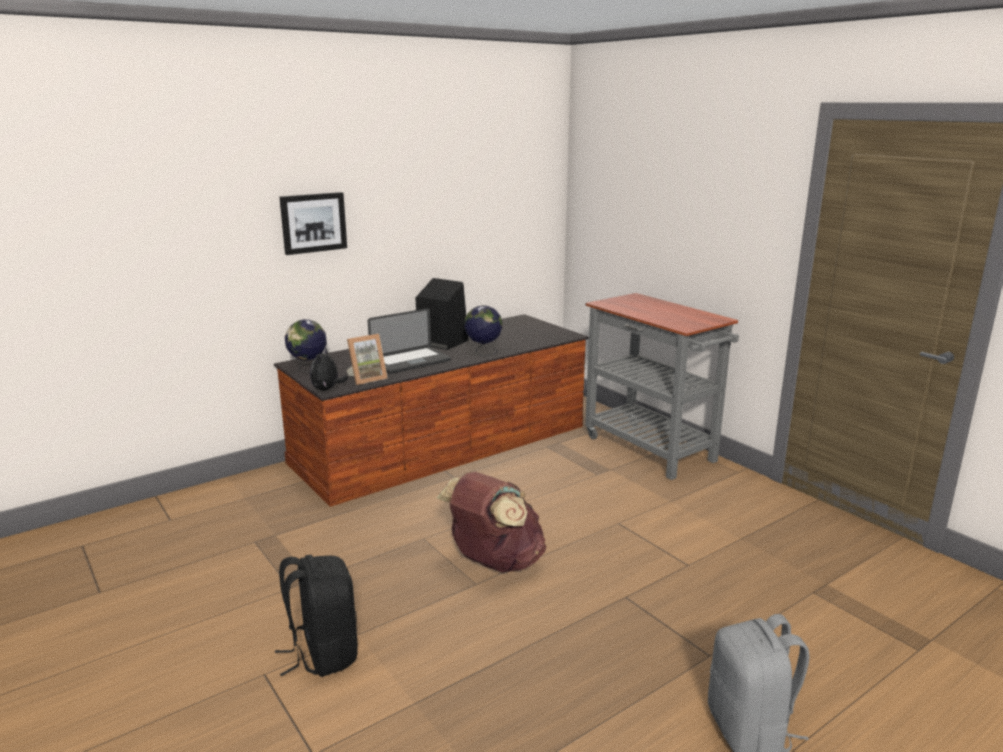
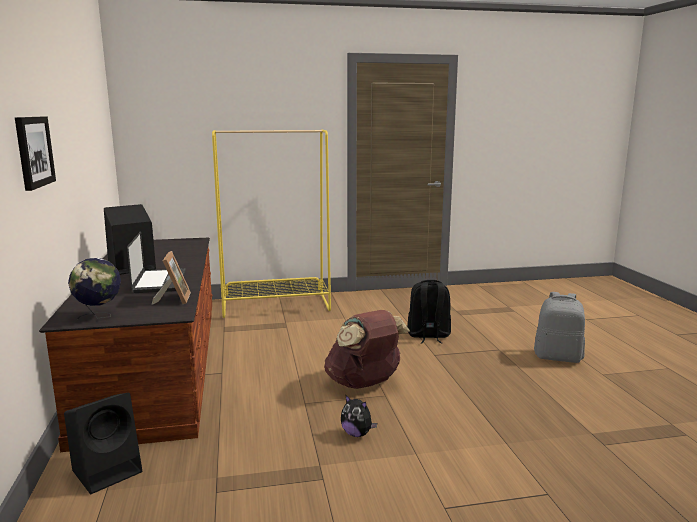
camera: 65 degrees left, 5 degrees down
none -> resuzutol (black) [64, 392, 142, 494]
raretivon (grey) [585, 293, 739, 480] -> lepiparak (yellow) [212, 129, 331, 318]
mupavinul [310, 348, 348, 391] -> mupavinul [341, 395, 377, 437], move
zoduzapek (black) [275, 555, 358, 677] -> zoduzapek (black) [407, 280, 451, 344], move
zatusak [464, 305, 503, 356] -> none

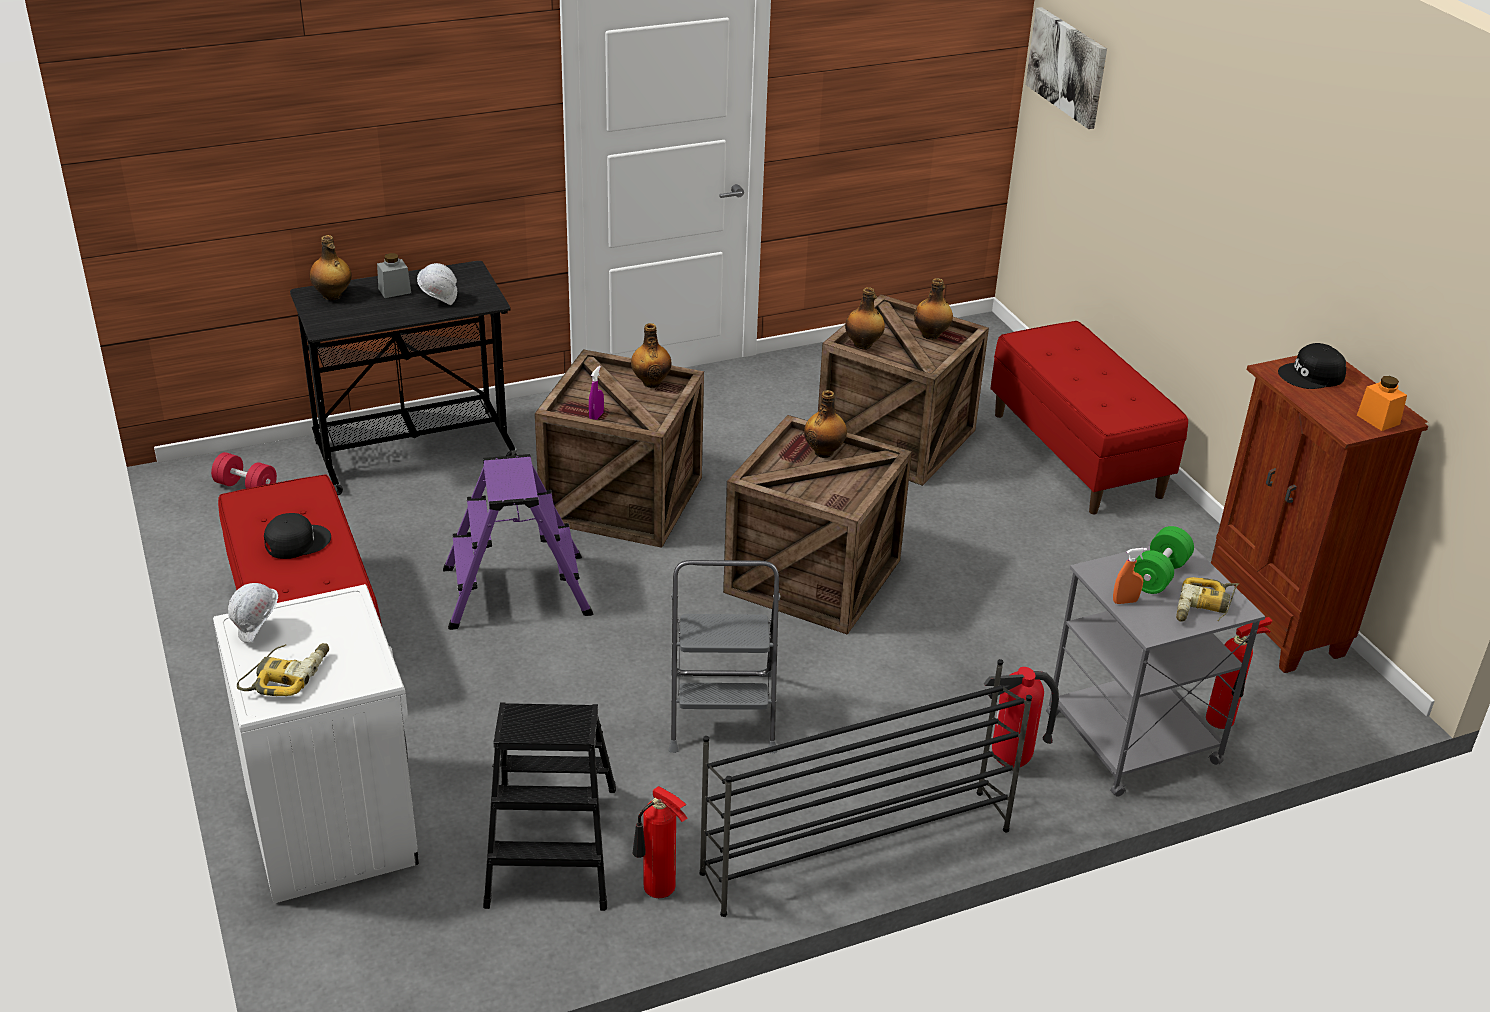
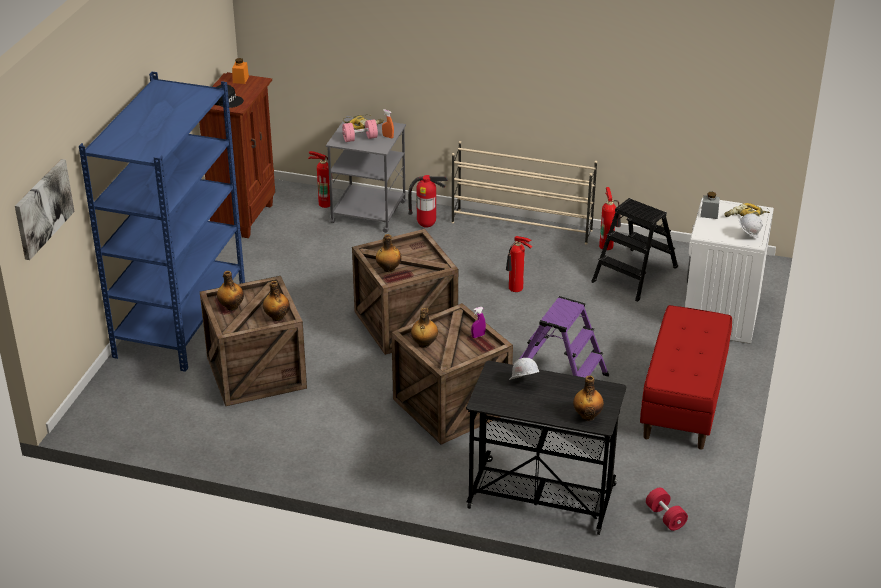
camera: 140 degrees left, 0 degrees up
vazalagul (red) [990, 321, 1188, 514] -> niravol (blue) [79, 72, 245, 372]
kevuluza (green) [1134, 526, 1194, 594] -> kevuluza (pink) [342, 119, 378, 142]
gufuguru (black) [699, 659, 1032, 917] -> gufuguru (beige) [451, 141, 597, 244]
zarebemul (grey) [668, 560, 780, 753] -> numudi [506, 236, 532, 292]
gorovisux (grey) [377, 253, 411, 298] -> gorovisux (grey) [700, 192, 720, 219], move
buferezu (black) [264, 513, 331, 559] -> none

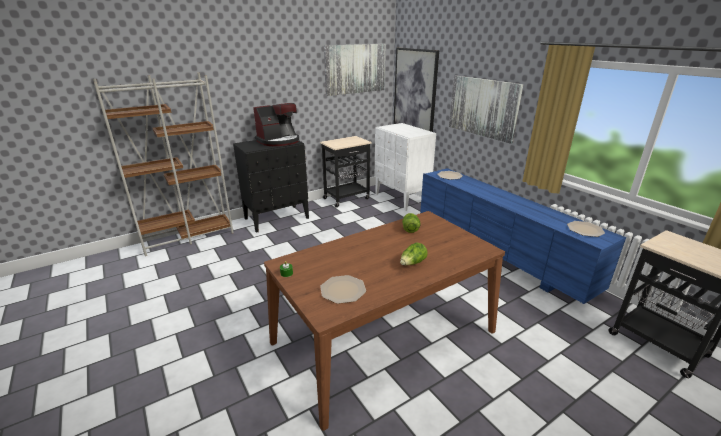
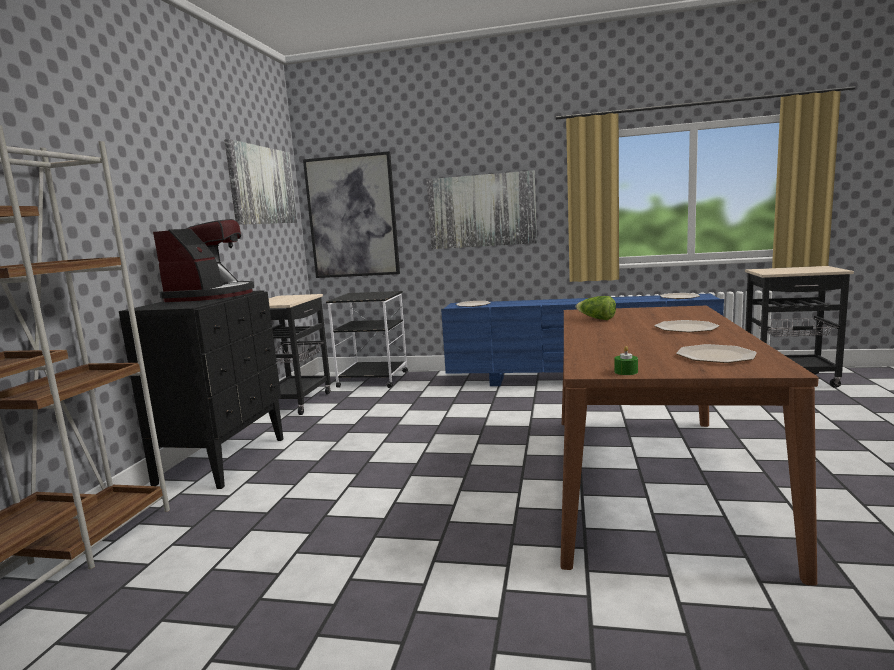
camera: 45 degrees left, 15 degrees down
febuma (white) [375, 123, 436, 211] -> raretivon (black) [326, 291, 408, 388]
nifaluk [400, 243, 428, 265] -> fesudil [655, 320, 719, 332]

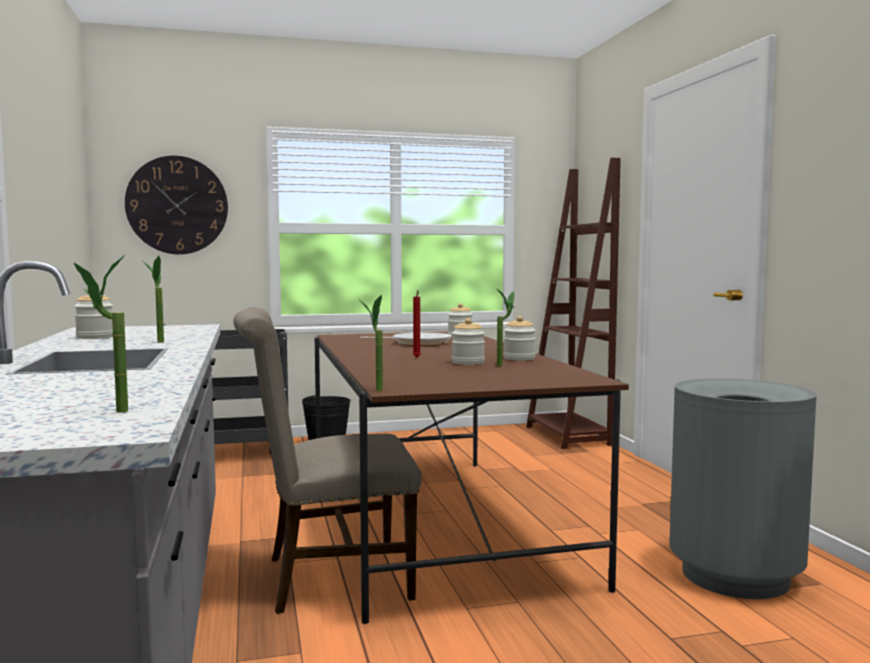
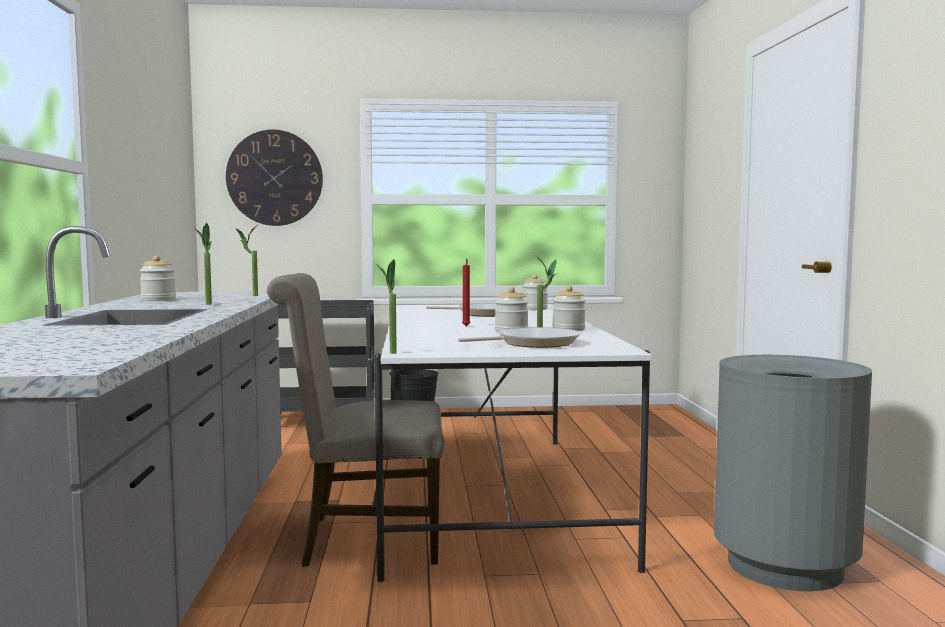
camera: 10 degrees right, 0 degrees up
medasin [74, 254, 128, 412] -> medasin [236, 226, 258, 296], move
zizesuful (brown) [315, 331, 629, 624] -> zizesuful (white) [375, 304, 652, 582]
none -> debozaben [458, 327, 581, 348]
niravol (brown) [526, 158, 621, 449] -> none

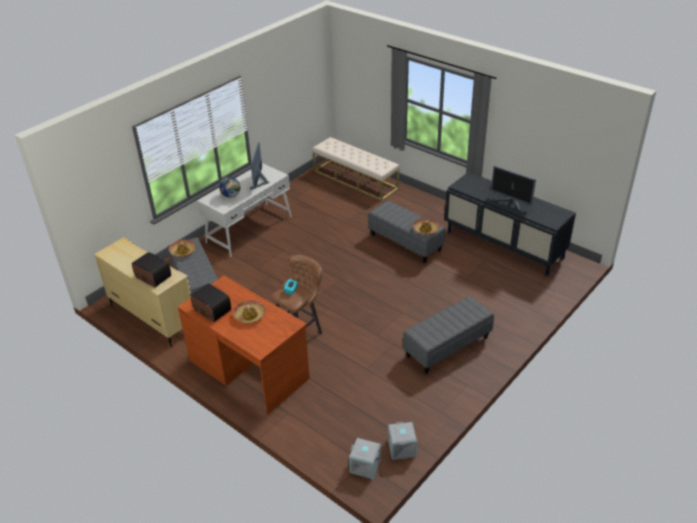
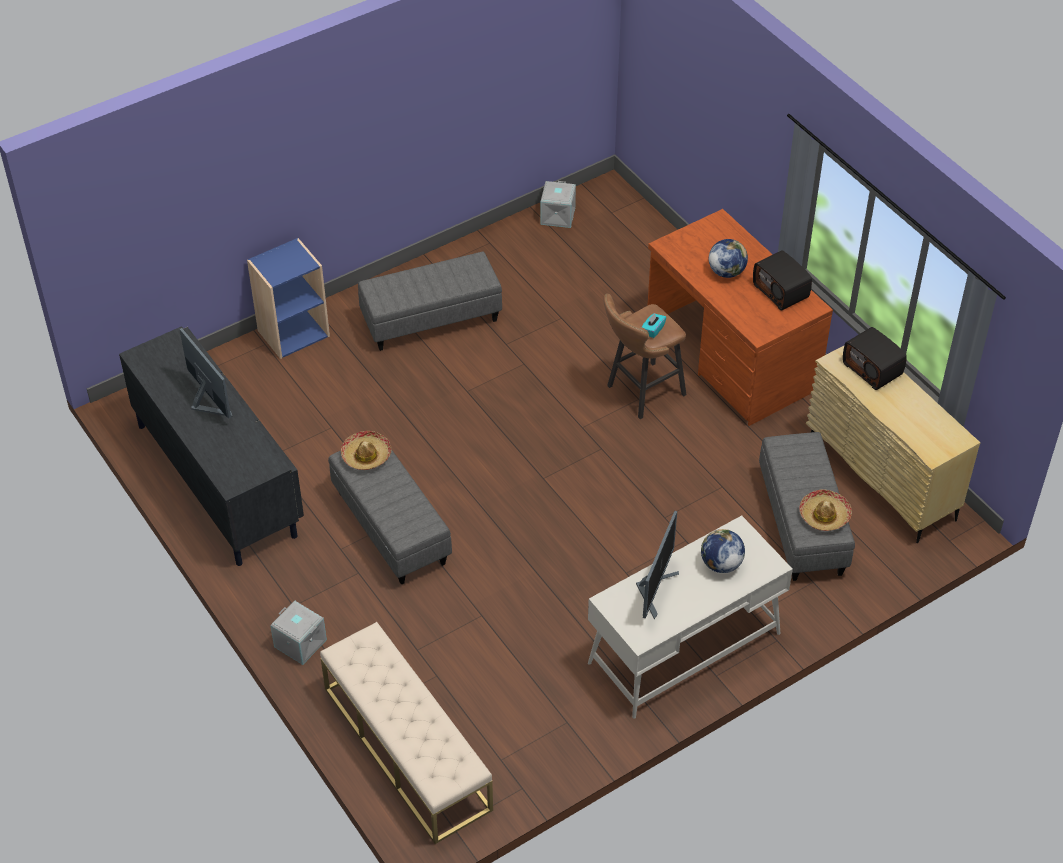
camera: 165 degrees left, 10 degrees up
none -> niravol (blue) [247, 238, 330, 359]
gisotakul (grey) [349, 438, 381, 479] -> gisotakul (grey) [270, 601, 327, 665], move
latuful [233, 300, 266, 323] -> zatusak [709, 239, 748, 278]

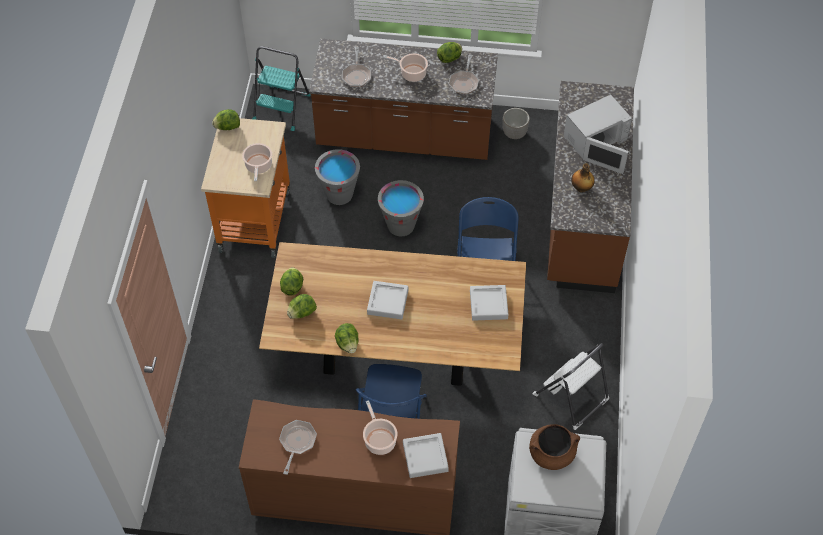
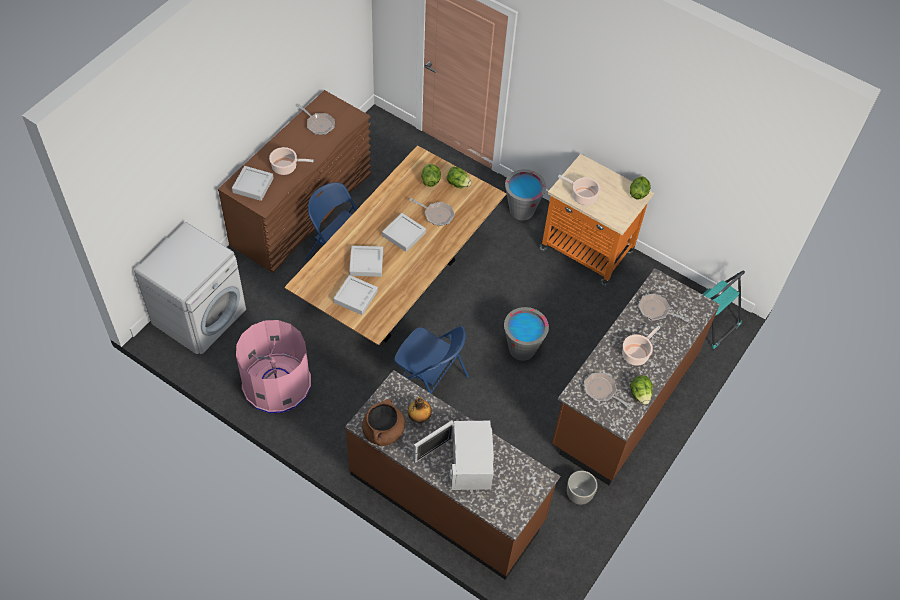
camera: 115 degrees right, 0 degrees up
zarebemul (white) [533, 343, 609, 430] -> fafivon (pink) [236, 320, 311, 413]
none -> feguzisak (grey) [349, 246, 383, 277]
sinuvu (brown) [529, 424, 580, 470] -> sinuvu (brown) [362, 399, 405, 446], move
none -> debozaben [409, 198, 455, 226]
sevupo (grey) [315, 149, 360, 205] -> sevupo (grey) [505, 169, 546, 220], move
nifaluk [335, 323, 359, 353] -> none

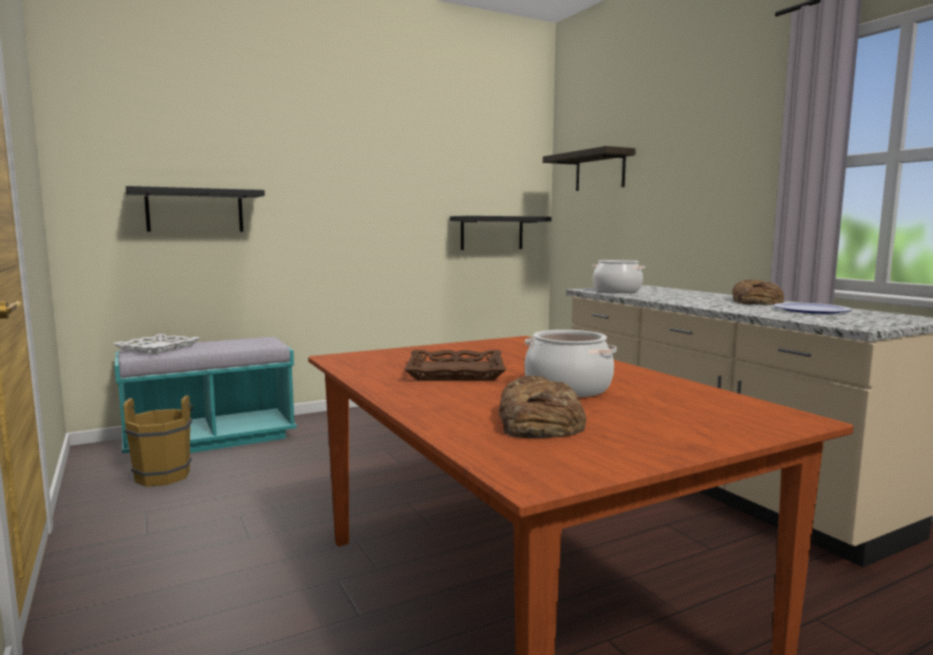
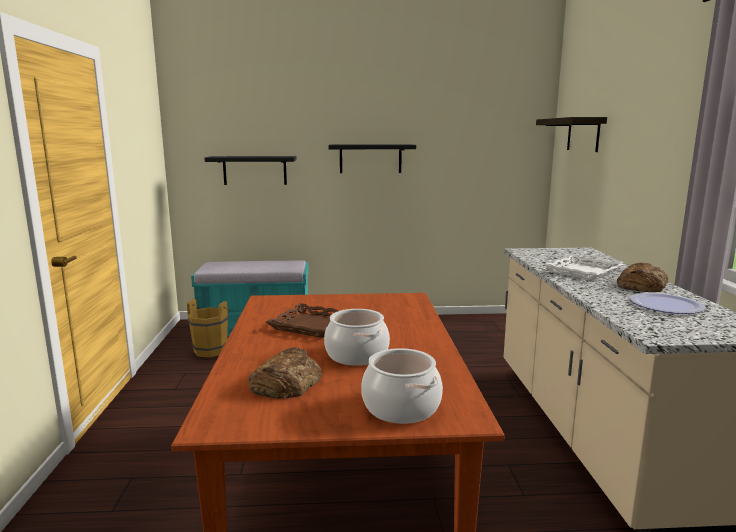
camera: 25 degrees right, 5 degrees up
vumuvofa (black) [450, 216, 552, 250] -> vumuvofa (black) [328, 144, 416, 173], move
sinuvu [592, 260, 645, 293] -> sinuvu [361, 348, 443, 424], move
feguzisak (white) [113, 334, 200, 354] -> feguzisak (white) [545, 255, 623, 280], move

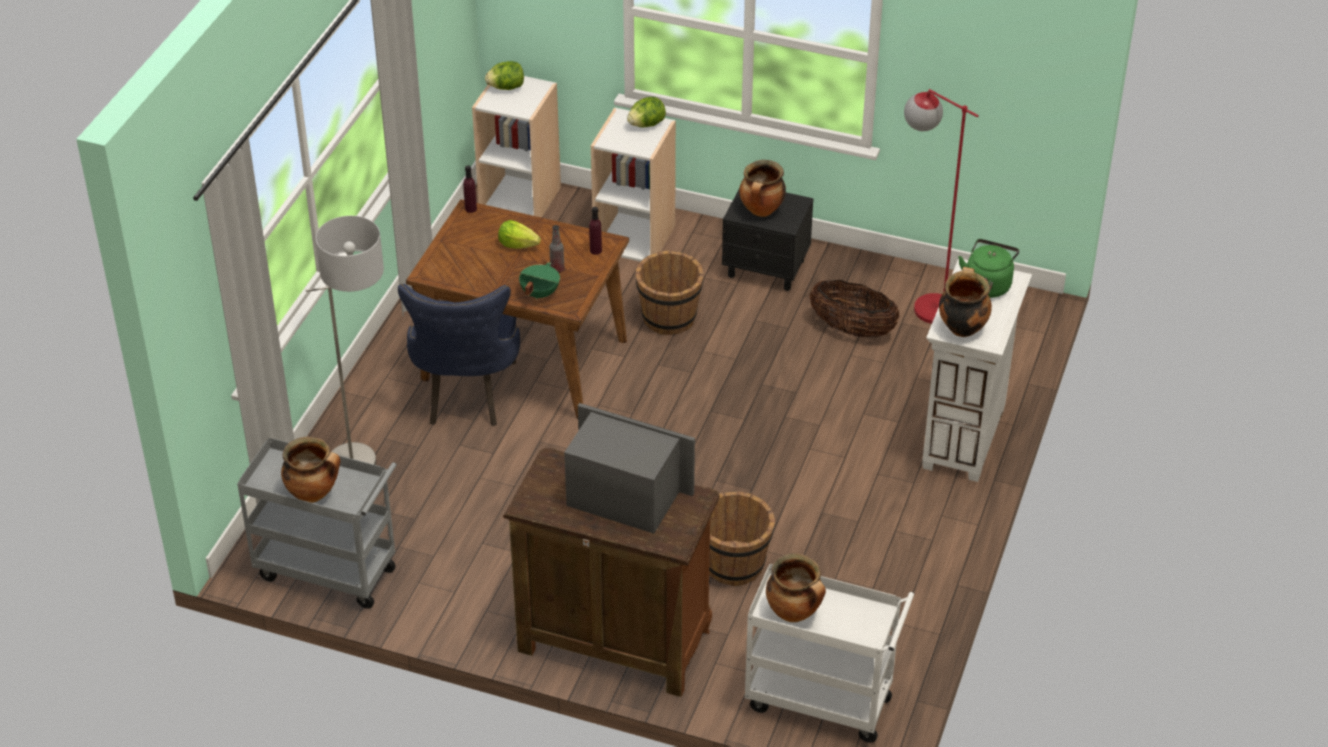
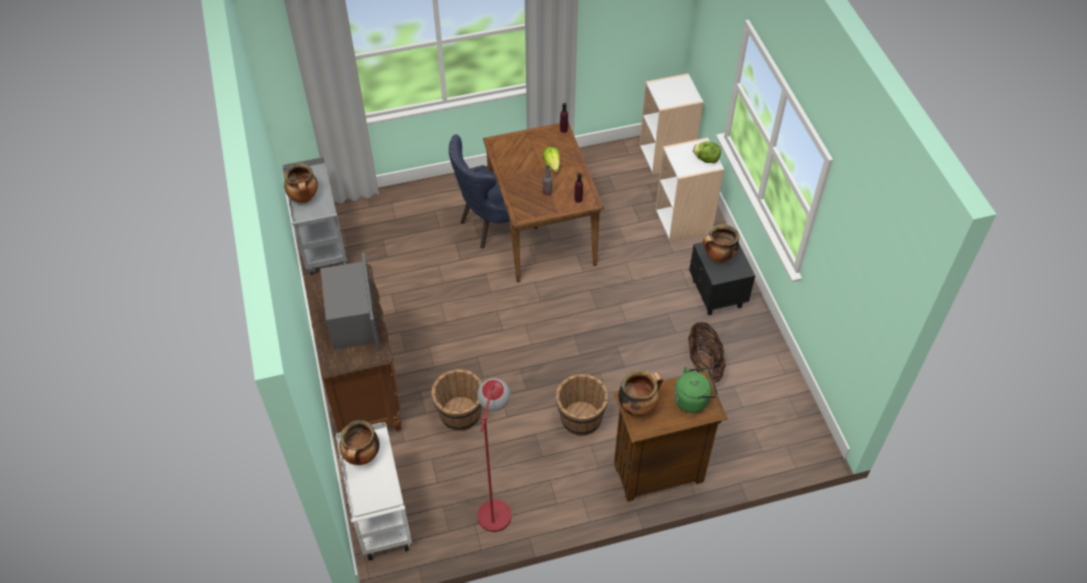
camera: 55 degrees right, 10 degrees up
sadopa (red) [904, 89, 979, 324] -> sadopa (red) [477, 378, 512, 532], move
sevupo (brown) [635, 250, 704, 335] -> sevupo (brown) [556, 374, 608, 436], move
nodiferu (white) [922, 258, 1032, 482] -> nodiferu (brown) [614, 371, 728, 502]
sadopa (grey) [306, 216, 384, 465] -> none
nifaluk [485, 61, 524, 90] -> none
sinuvu (green) [519, 262, 560, 299] -> none

